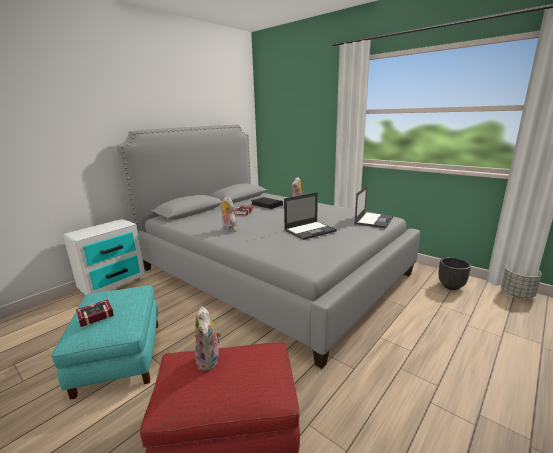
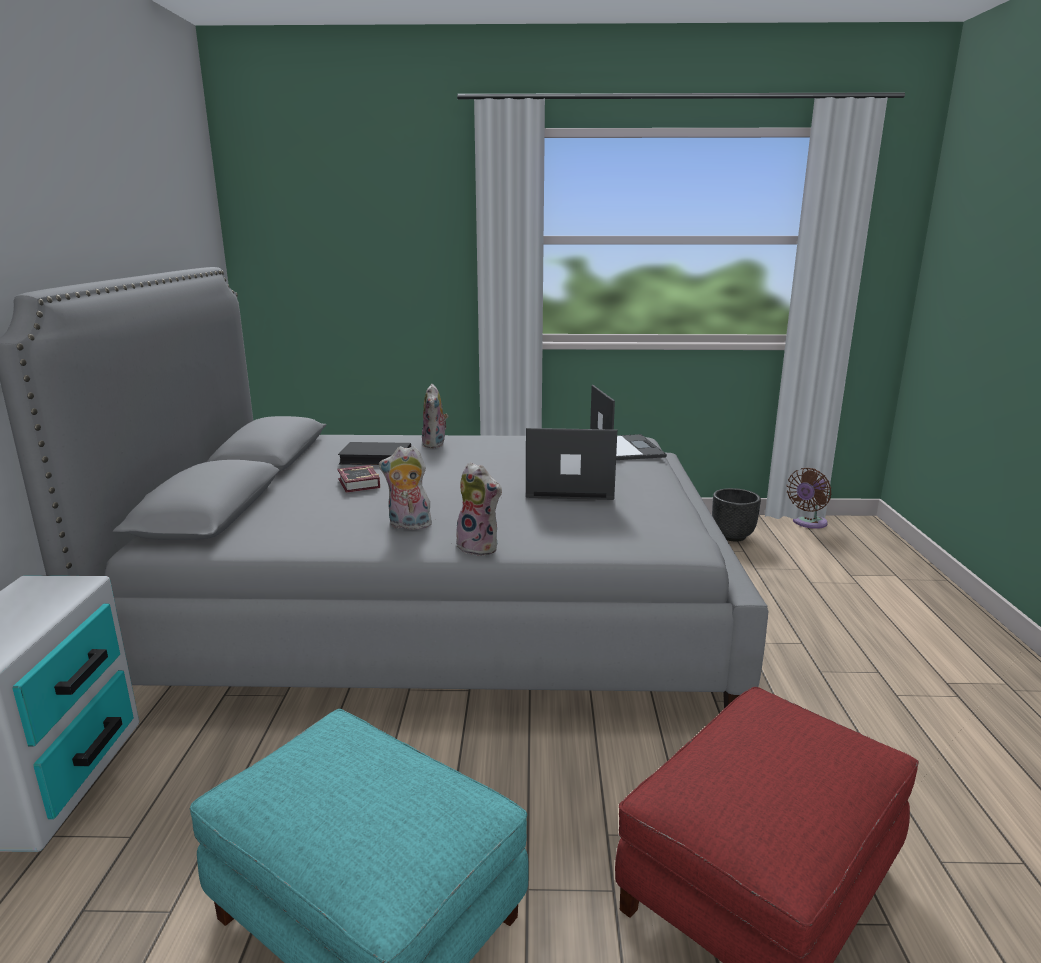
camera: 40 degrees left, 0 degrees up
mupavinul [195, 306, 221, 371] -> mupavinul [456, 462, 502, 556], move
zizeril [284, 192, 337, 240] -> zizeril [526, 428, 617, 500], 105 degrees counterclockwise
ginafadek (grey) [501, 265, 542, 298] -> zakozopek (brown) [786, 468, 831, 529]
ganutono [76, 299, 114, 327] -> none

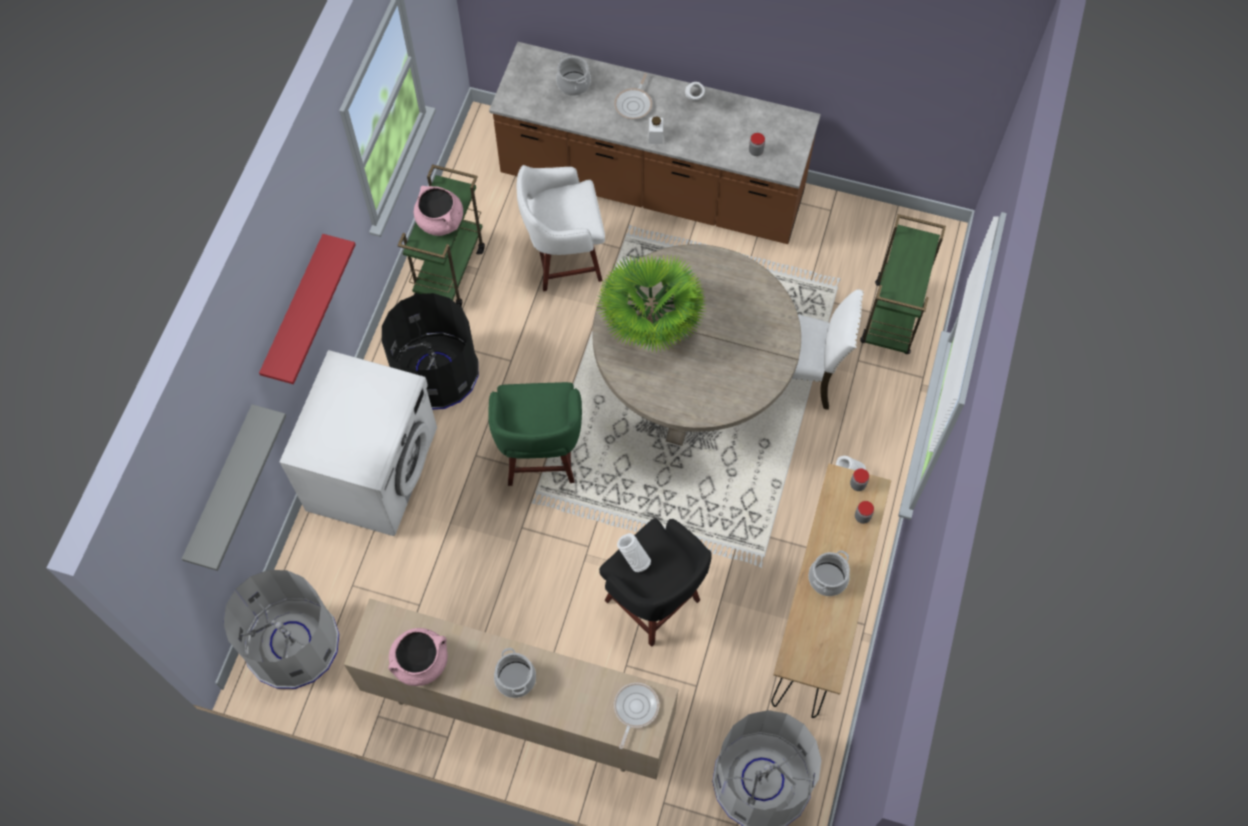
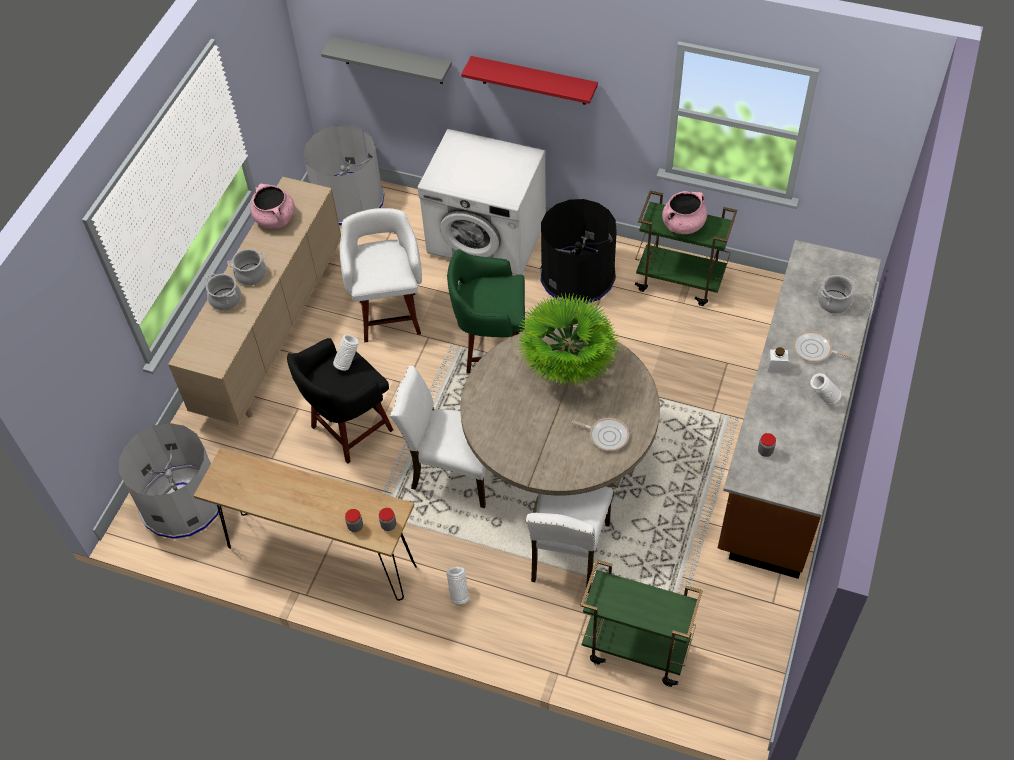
camera: 95 degrees right, 10 degrees down
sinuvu [808, 550, 850, 596] -> sinuvu [206, 273, 241, 311], move
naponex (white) [517, 165, 605, 291] -> naponex (white) [340, 208, 422, 342], move
none -> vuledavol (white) [390, 366, 486, 508]
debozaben [614, 683, 659, 749] -> debozaben [572, 418, 629, 451], move

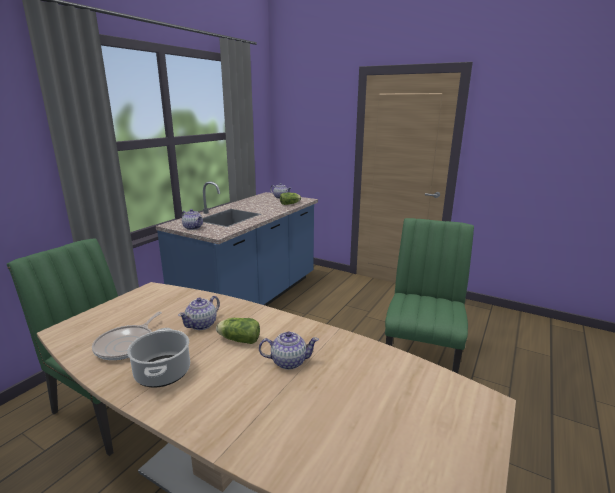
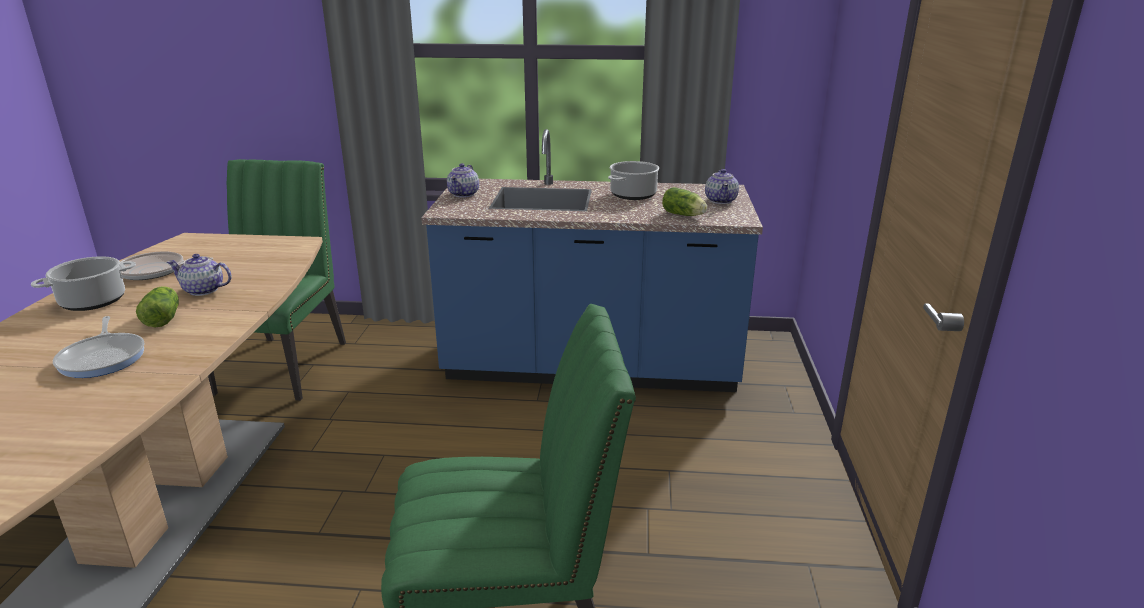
camera: 65 degrees right, 5 degrees up
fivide [259, 331, 319, 370] -> debozaben [53, 316, 145, 378]
none -> sinuvu [608, 161, 659, 200]

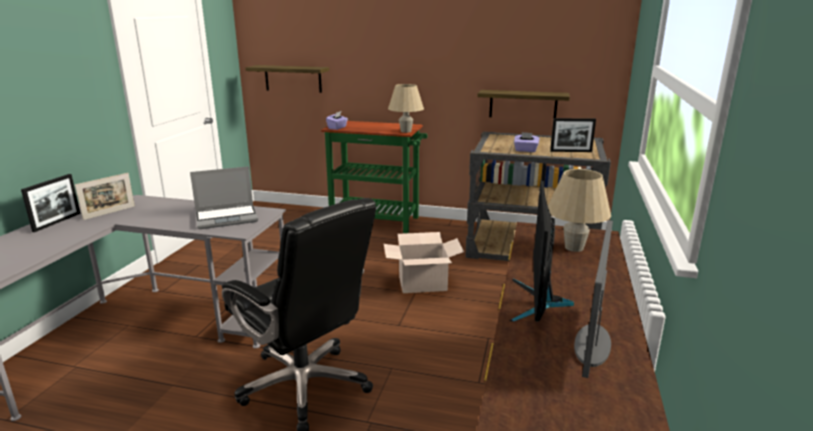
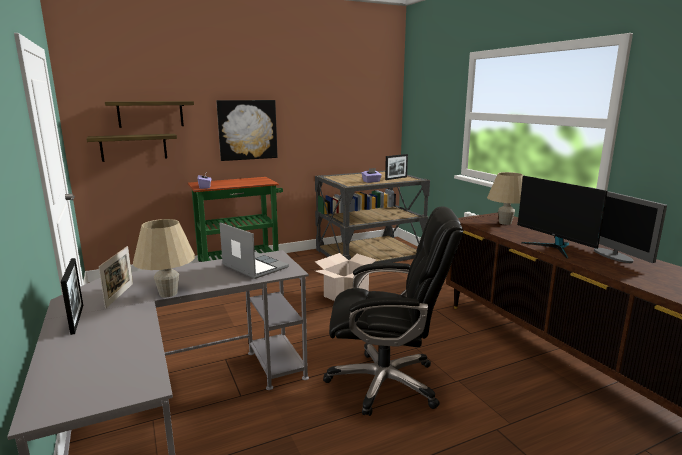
camera: 40 degrees left, 5 degrees down
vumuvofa [477, 90, 570, 118] -> vumuvofa [105, 101, 194, 128], move
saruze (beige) [388, 84, 424, 133] -> saruze (beige) [133, 219, 195, 297], move
none -> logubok [216, 100, 278, 161]
zizeril [190, 166, 258, 229] -> zizeril [219, 222, 289, 279], 75 degrees counterclockwise

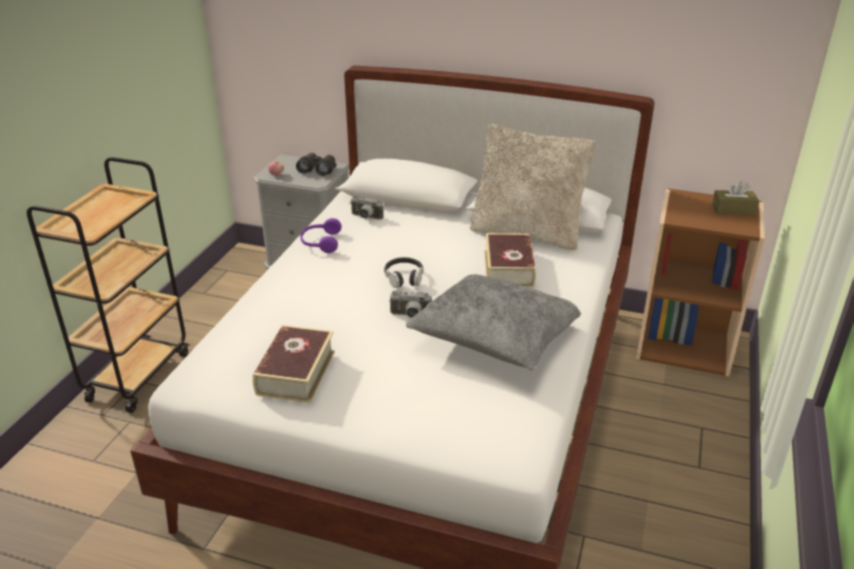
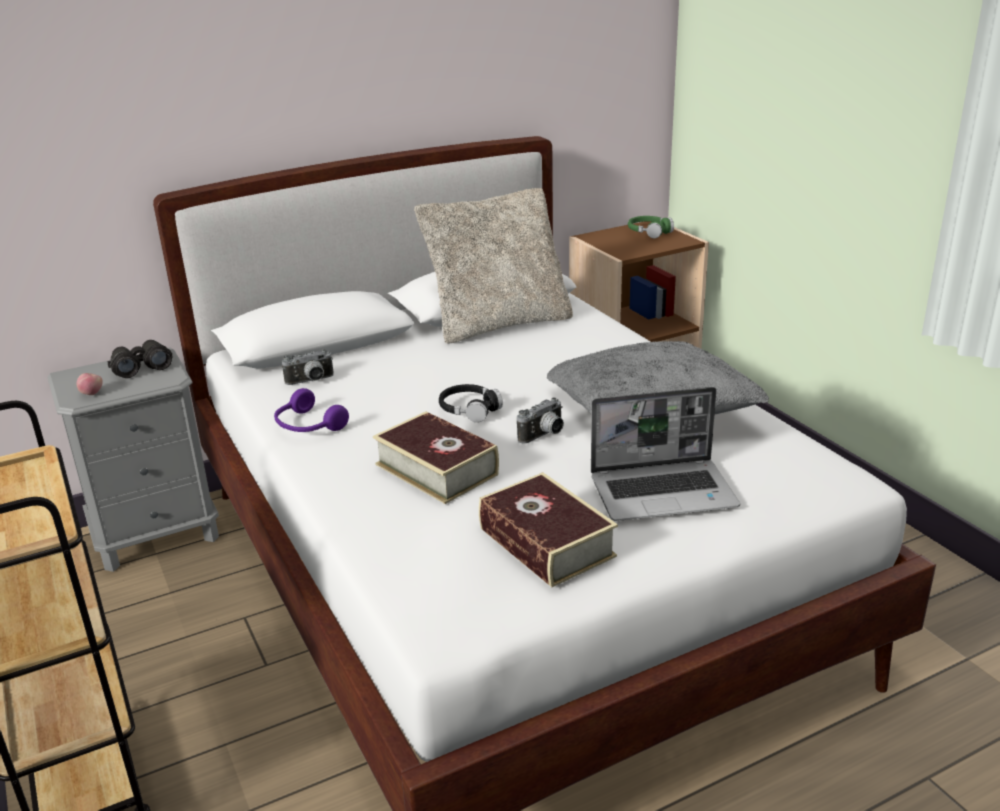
camera: 45 degrees left, 5 degrees down
ganutono [485, 233, 536, 287] -> ganutono [373, 411, 499, 504], move
none -> zizeril [591, 387, 740, 521]
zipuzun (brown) [712, 181, 759, 215] -> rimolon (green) [628, 216, 674, 238]

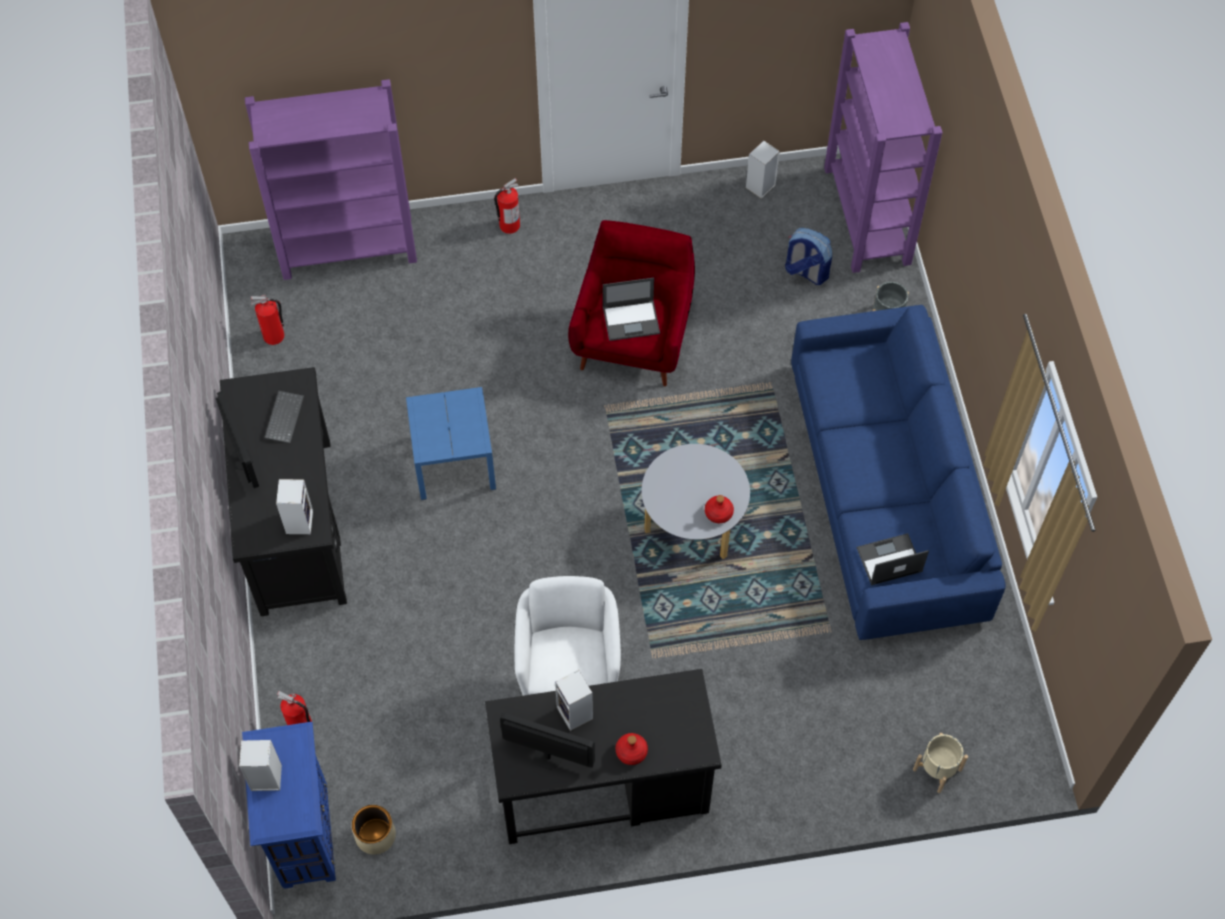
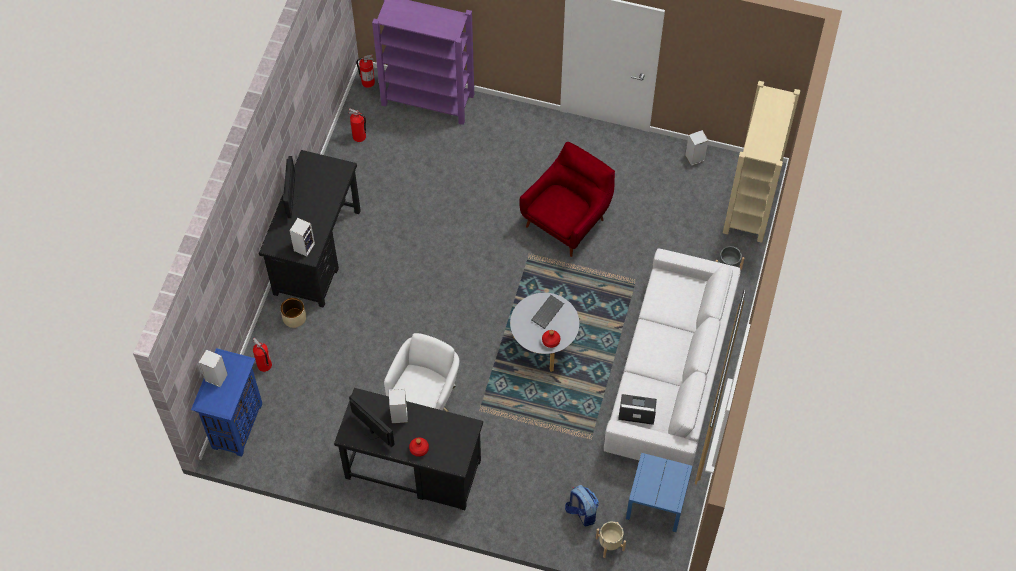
camera: 25 degrees right, 0 degrees up
ginafadek (beige) [351, 805, 396, 855] -> ginafadek (beige) [280, 297, 306, 328], move
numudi [494, 178, 520, 234] -> numudi [356, 54, 375, 88], move
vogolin [264, 391, 304, 444] -> vogolin [531, 295, 564, 329], move
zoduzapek [785, 228, 832, 285] -> zoduzapek [565, 485, 599, 526], move
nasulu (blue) [791, 305, 1006, 640] -> nasulu (white) [604, 249, 741, 467]
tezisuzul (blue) [406, 387, 496, 500] -> tezisuzul (blue) [626, 453, 692, 532], move
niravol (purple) [824, 22, 943, 273] -> niravol (beige) [723, 81, 800, 243]
zizeril [603, 278, 660, 341] -> none

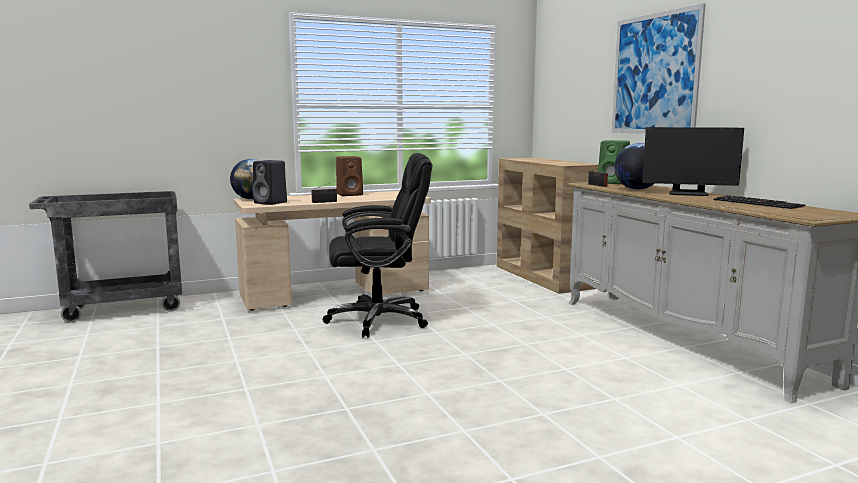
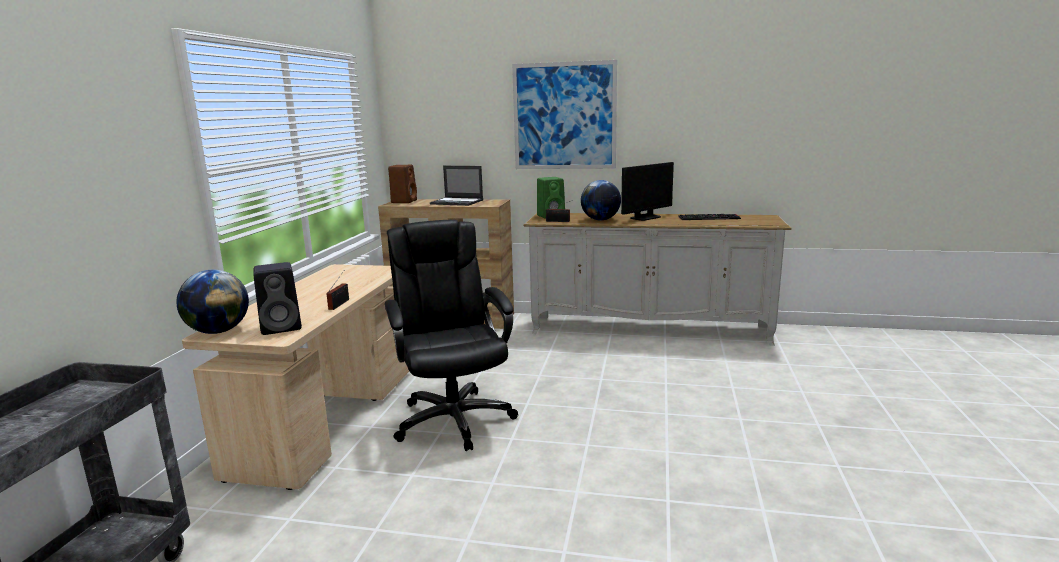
camera: 55 degrees left, 5 degrees up
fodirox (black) [323, 153, 433, 338] -> fodirox (black) [385, 220, 518, 451], 45 degrees counterclockwise
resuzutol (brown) [336, 156, 363, 196] -> resuzutol (brown) [388, 165, 417, 203], move
none -> zizeril [430, 166, 483, 206]

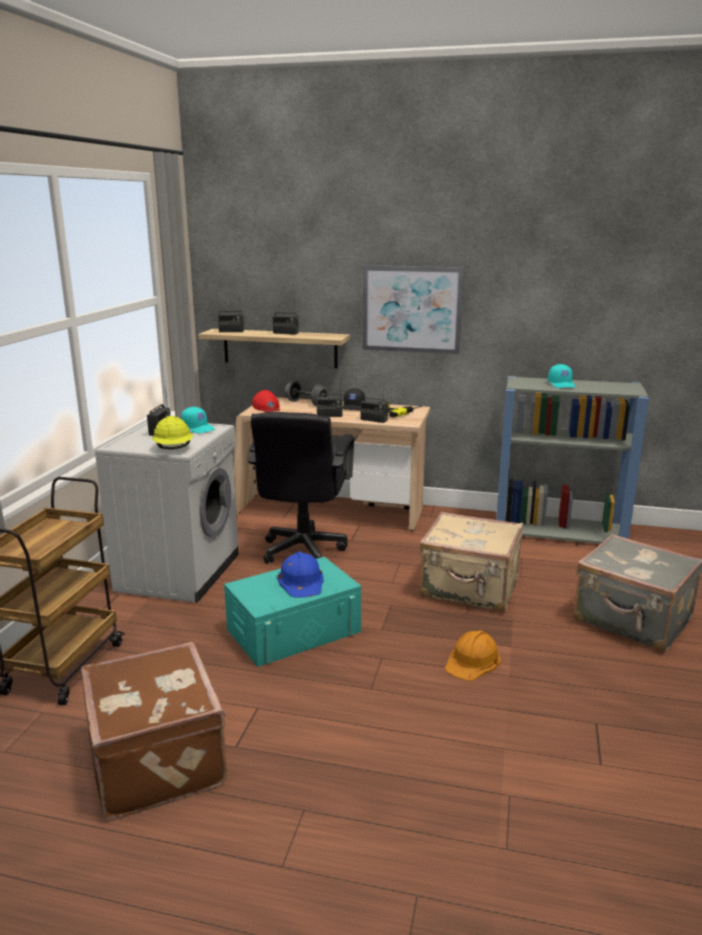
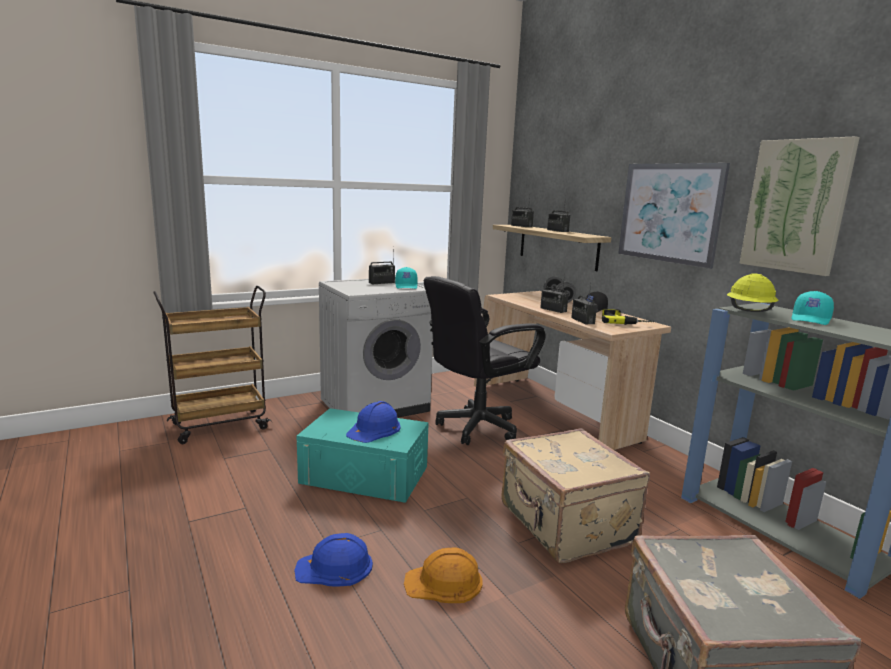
camera: 45 degrees right, 5 degrees down
none -> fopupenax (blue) [294, 533, 373, 586]
fopupenax (yellow) [152, 416, 193, 449] -> fopupenax (yellow) [727, 273, 778, 312], move
none -> logubok [739, 136, 860, 276]
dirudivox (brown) [81, 642, 227, 820] -> none
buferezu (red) [252, 390, 280, 412] -> none

